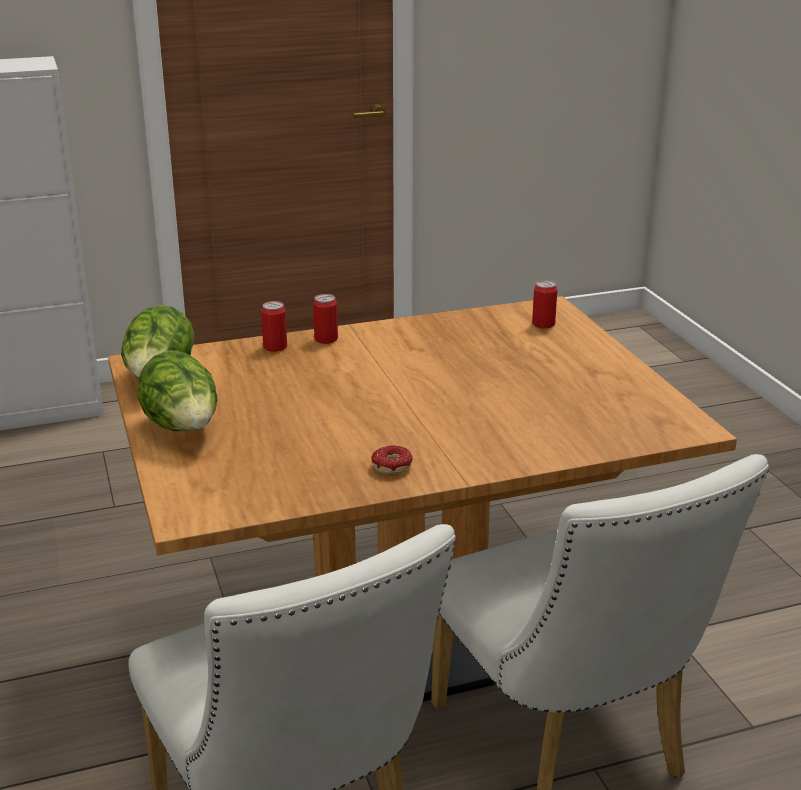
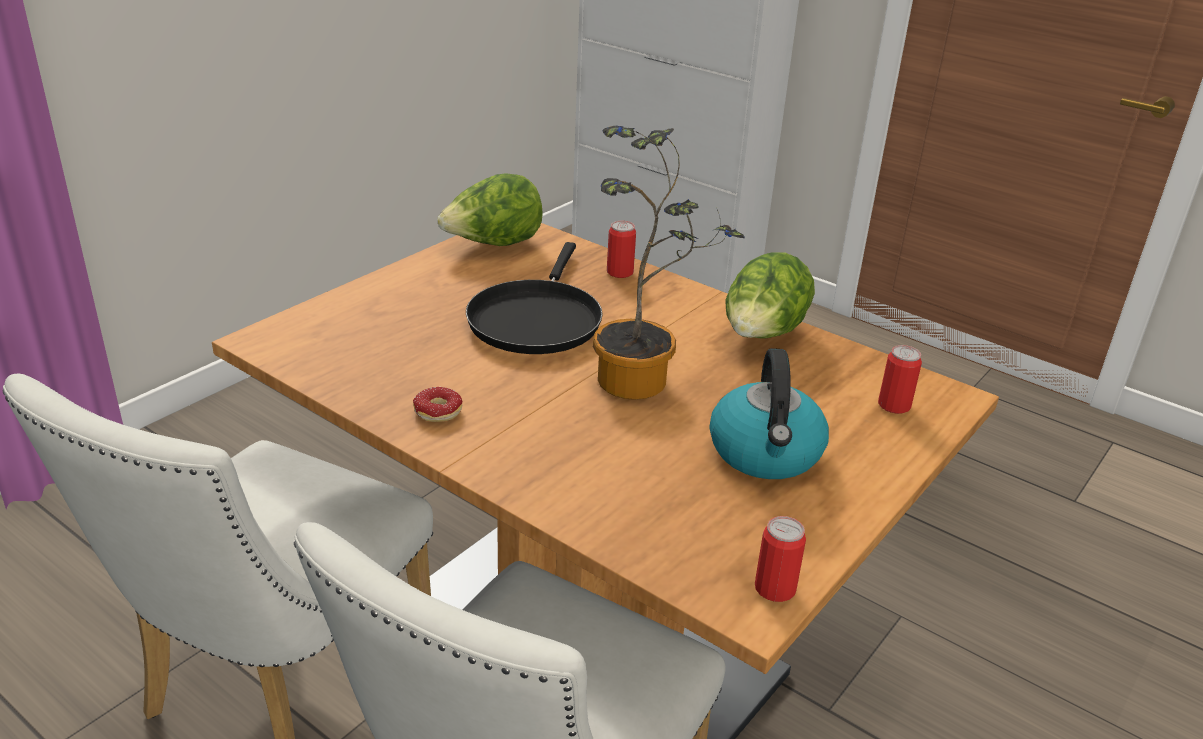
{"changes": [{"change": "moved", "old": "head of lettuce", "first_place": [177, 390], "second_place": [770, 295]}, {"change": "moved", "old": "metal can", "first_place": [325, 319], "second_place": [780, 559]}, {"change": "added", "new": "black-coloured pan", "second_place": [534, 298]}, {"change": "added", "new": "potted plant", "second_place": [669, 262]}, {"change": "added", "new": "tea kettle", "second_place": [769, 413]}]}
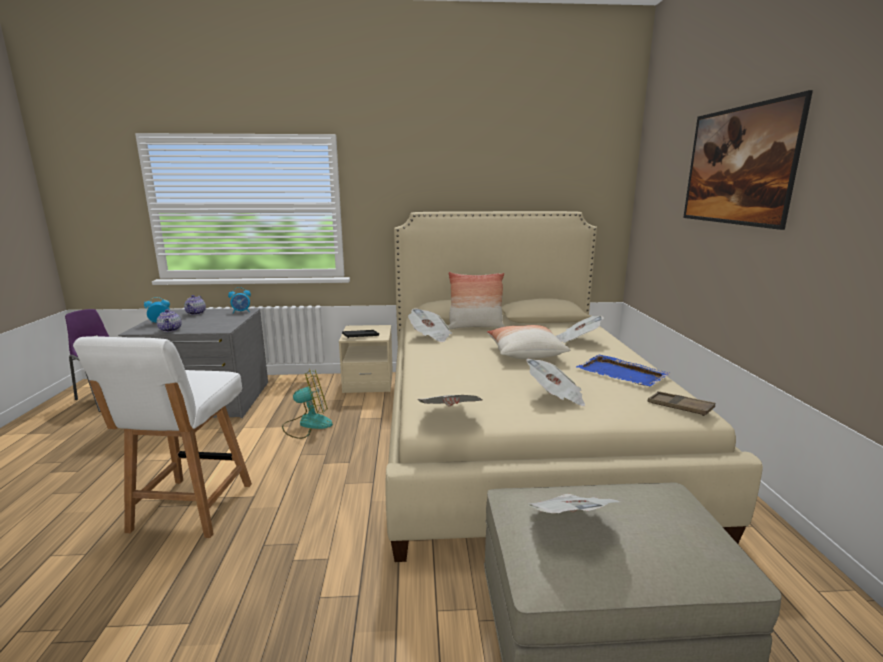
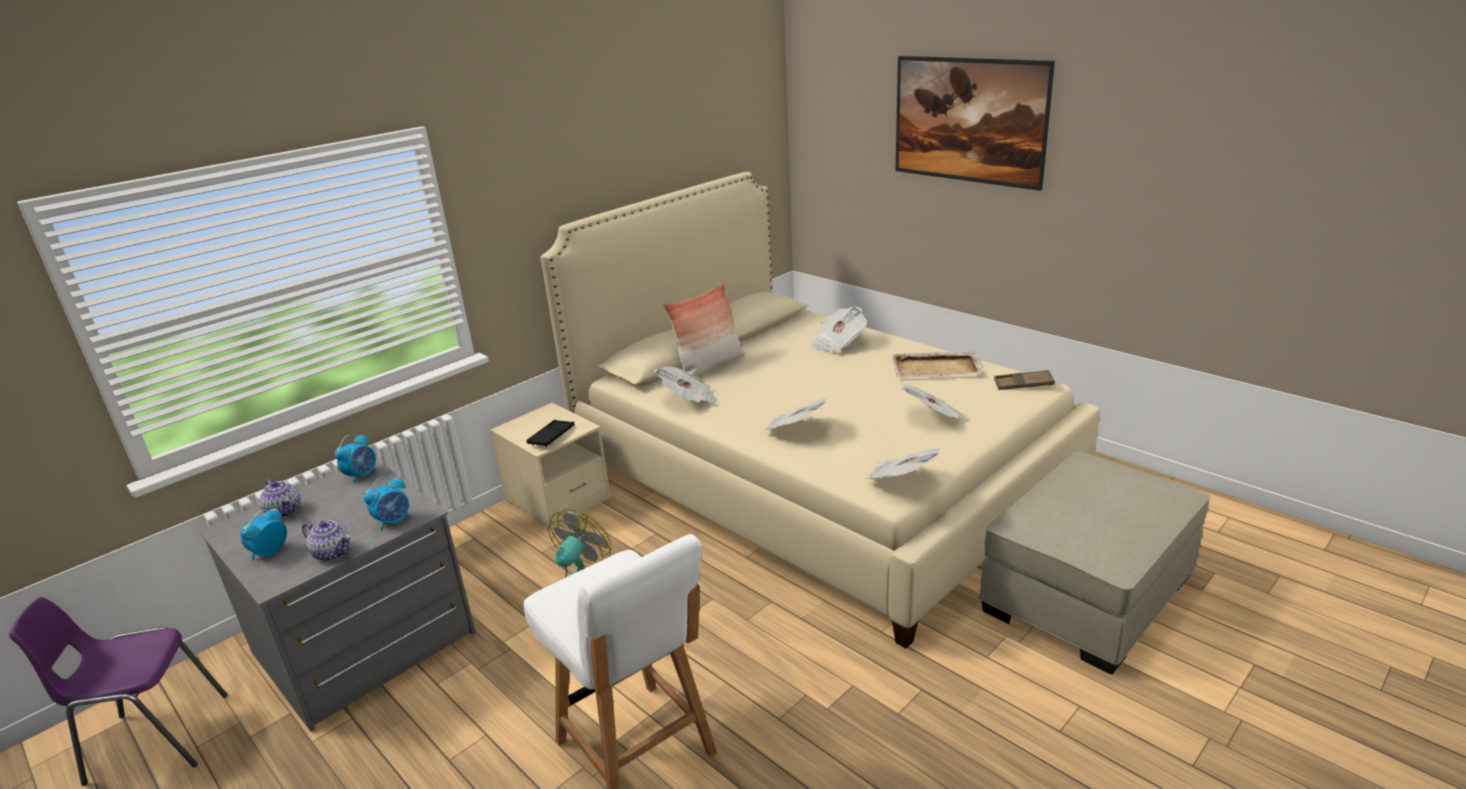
{"changes": [{"change": "removed", "old": "cushion", "first_place": [528, 342]}, {"change": "moved", "old": "newspaper", "first_place": [573, 503], "second_place": [795, 414]}, {"change": "recoloured", "old": "bluish carrying tray", "new": "beige carrying tray", "first_place": [623, 370], "second_place": [937, 365]}, {"change": "added", "new": "table clock", "second_place": [387, 504]}]}
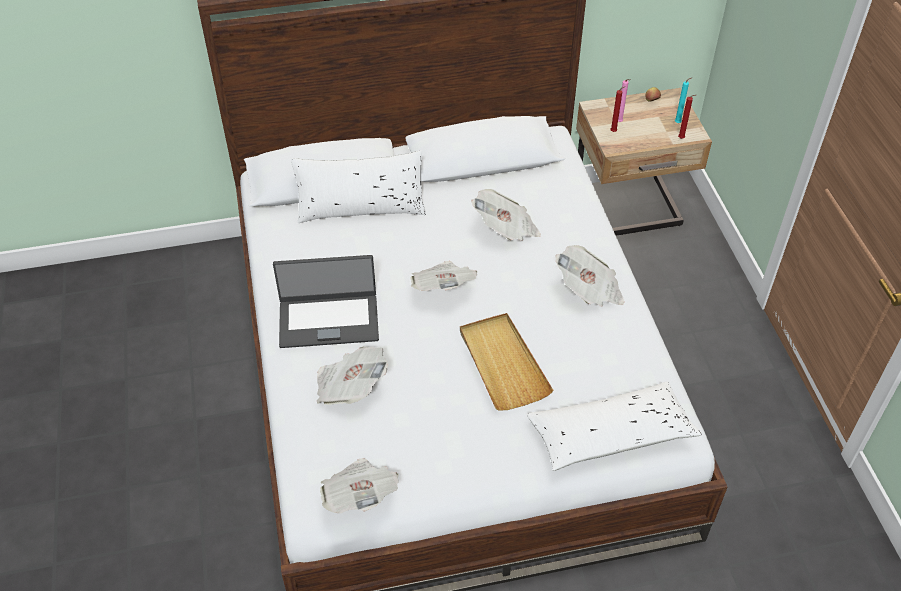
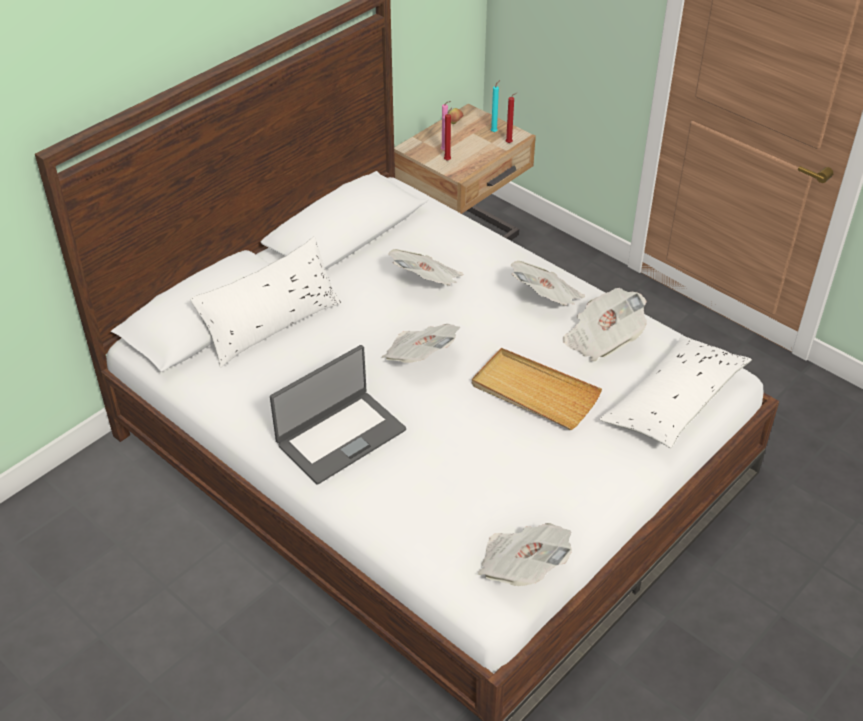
{"changes": [{"change": "moved", "old": "newspaper", "first_place": [352, 375], "second_place": [605, 324]}]}
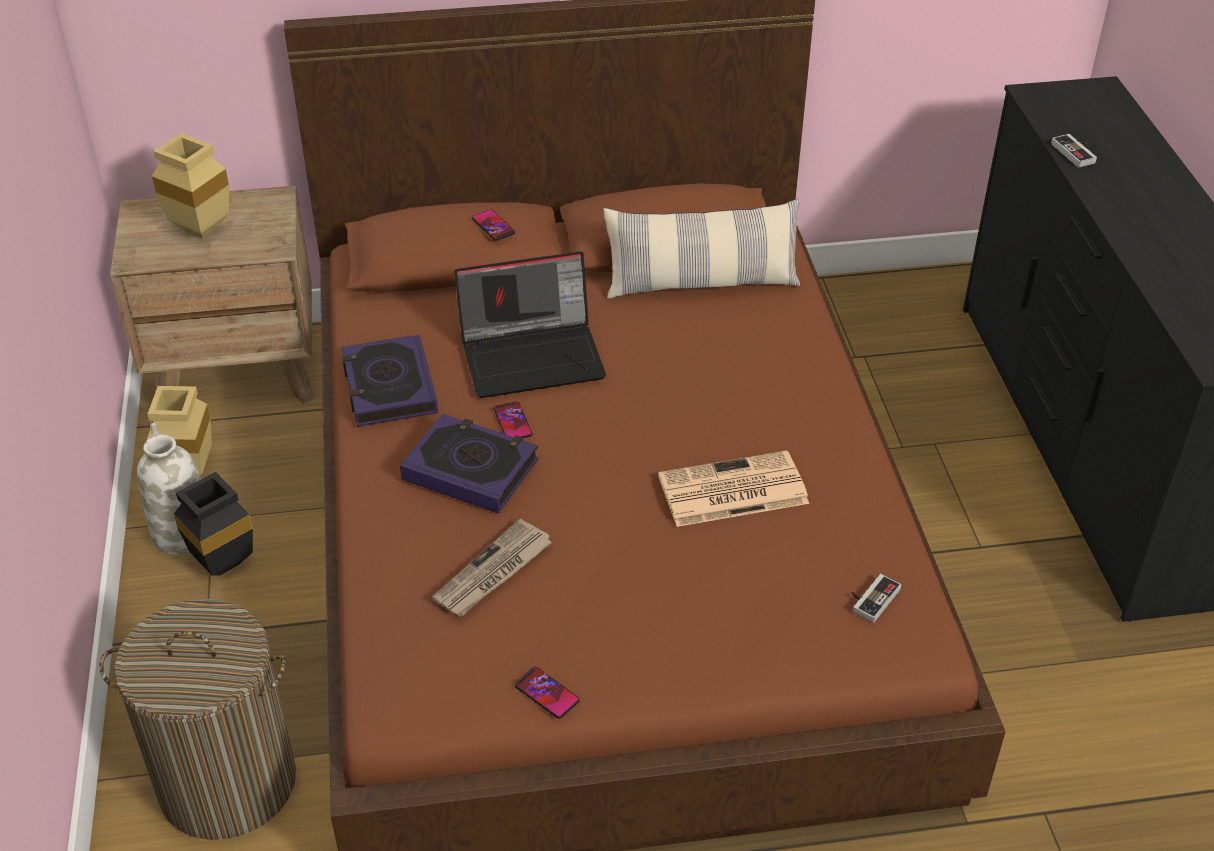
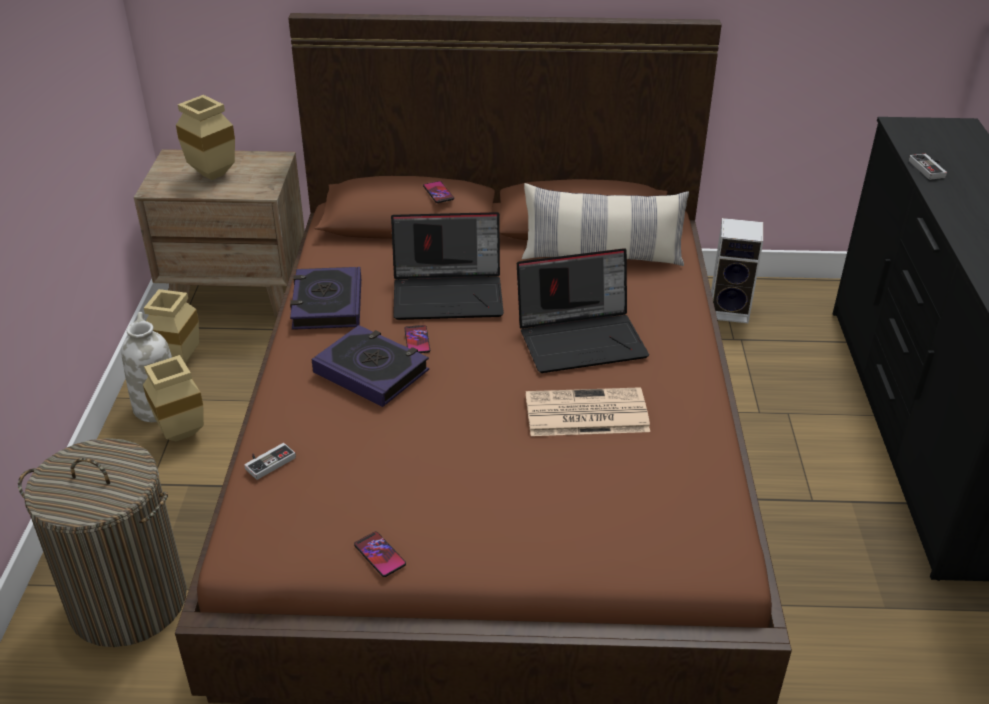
{"changes": [{"change": "recoloured", "old": "black-coloured flower vase", "new": "beige flower vase", "first_place": [213, 524], "second_place": [173, 398]}, {"change": "removed", "old": "newspaper", "first_place": [492, 567]}, {"change": "moved", "old": "gamepad", "first_place": [876, 598], "second_place": [270, 461]}, {"change": "added", "new": "notebook computer", "second_place": [583, 310]}, {"change": "added", "new": "loudspeaker", "second_place": [737, 270]}]}
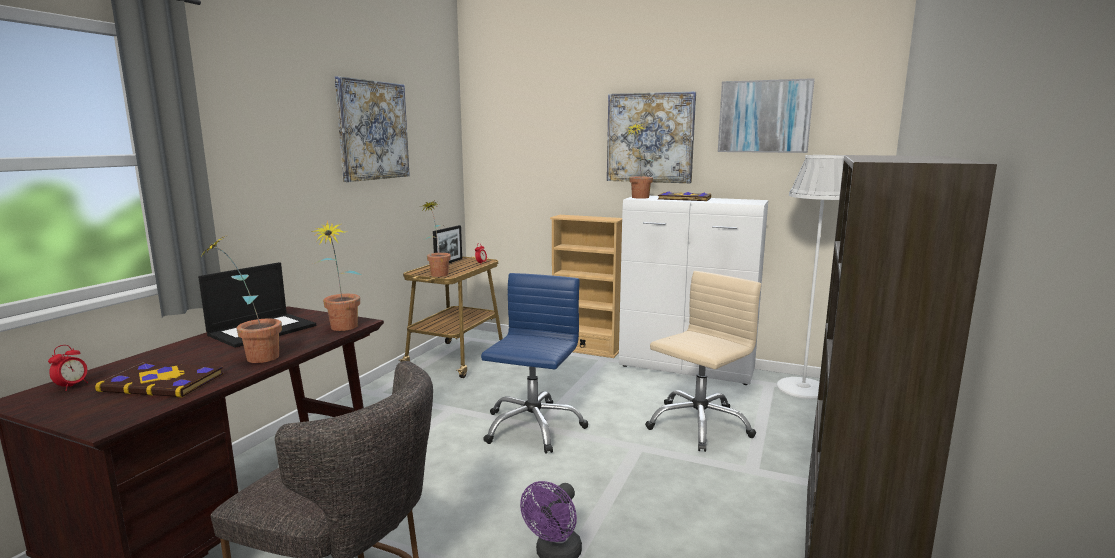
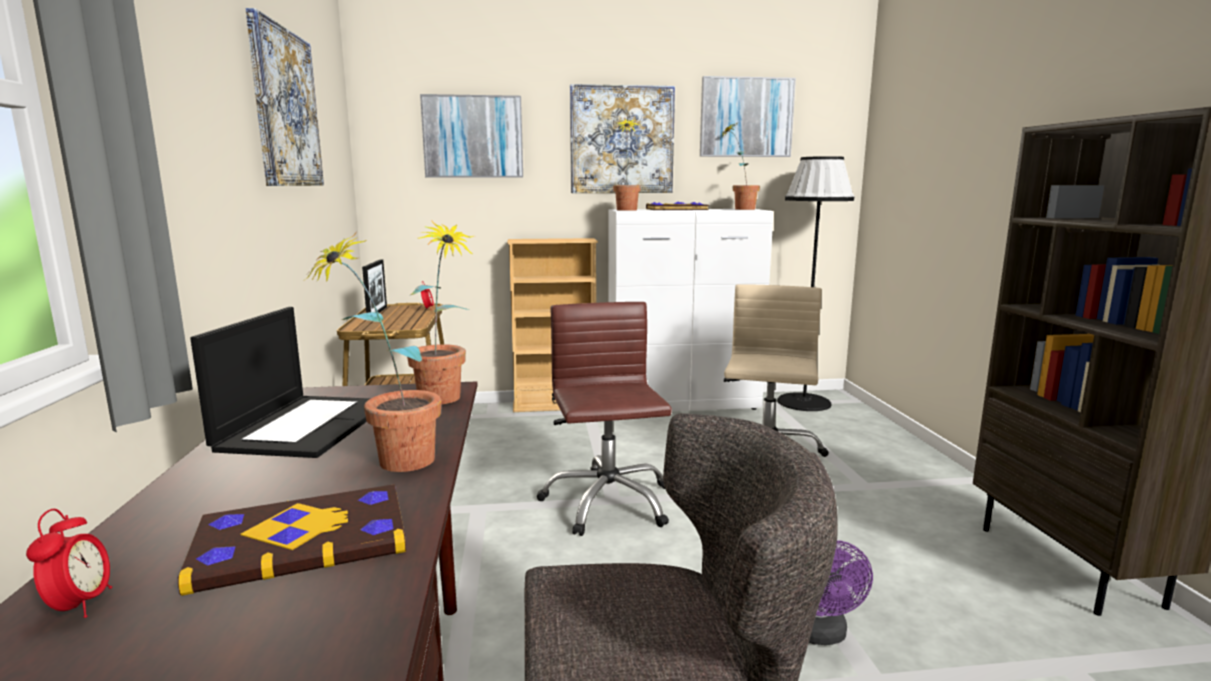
{"changes": [{"change": "moved", "old": "potted plant", "first_place": [435, 239], "second_place": [740, 165]}, {"change": "recoloured", "old": "bluish computer chair", "new": "brown-coloured computer chair", "first_place": [534, 363], "second_place": [604, 419]}, {"change": "recoloured", "old": "whitish floor lamp", "new": "black-coloured floor lamp", "first_place": [811, 277], "second_place": [815, 283]}, {"change": "added", "new": "wall picture", "second_place": [471, 136]}]}
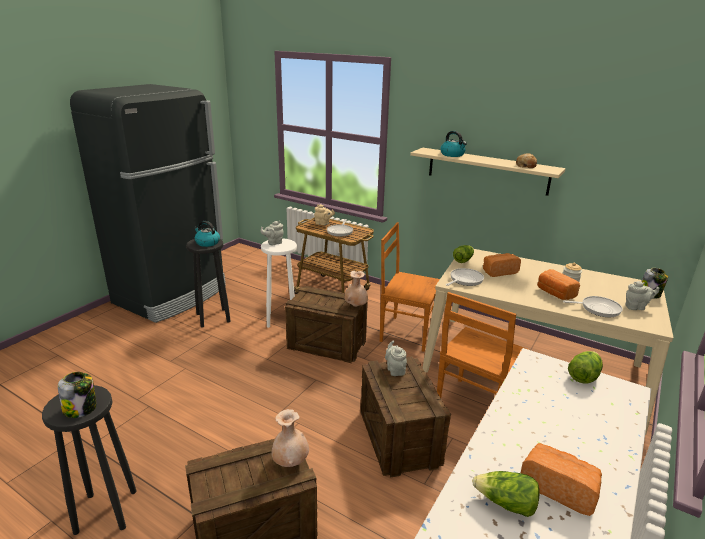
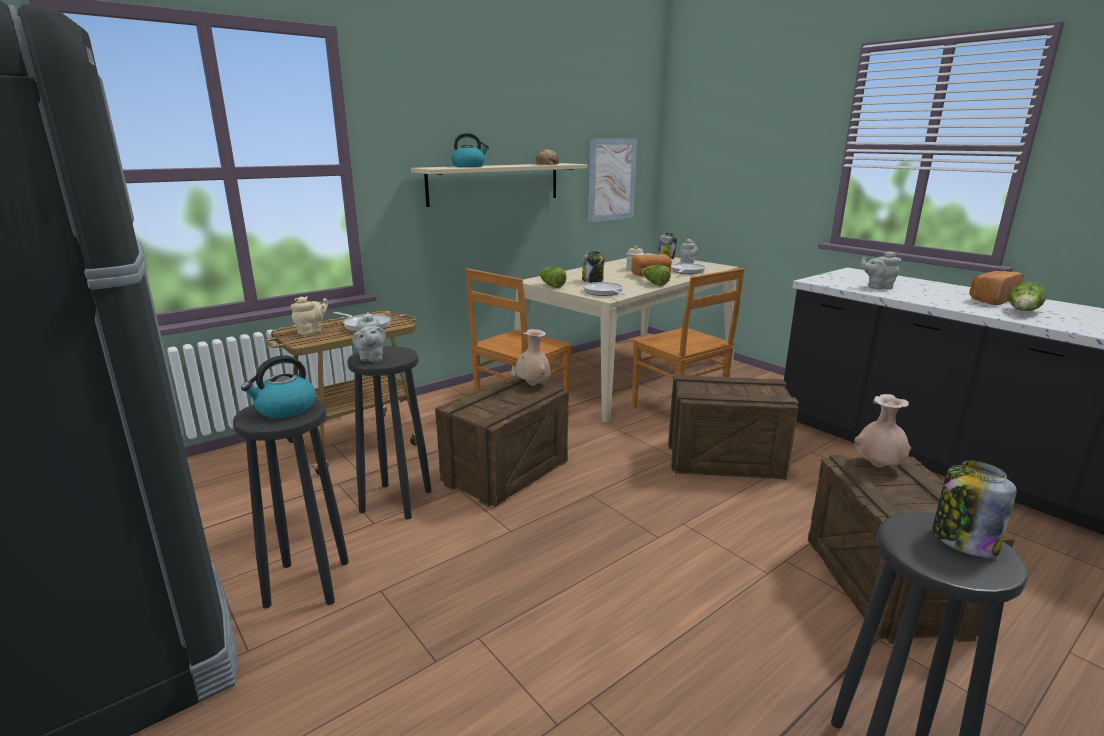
{"changes": [{"change": "recoloured", "old": "whitish stool seat", "new": "black-coloured stool seat", "first_place": [279, 283], "second_place": [389, 432]}, {"change": "moved", "old": "gray teapot", "first_place": [396, 358], "second_place": [880, 270]}, {"change": "replaced", "old": "baked bread", "new": "storage jar", "first_place": [502, 265], "second_place": [593, 267]}, {"change": "moved", "old": "head of lettuce", "first_place": [585, 367], "second_place": [656, 275]}, {"change": "added", "new": "wall picture", "second_place": [612, 180]}]}
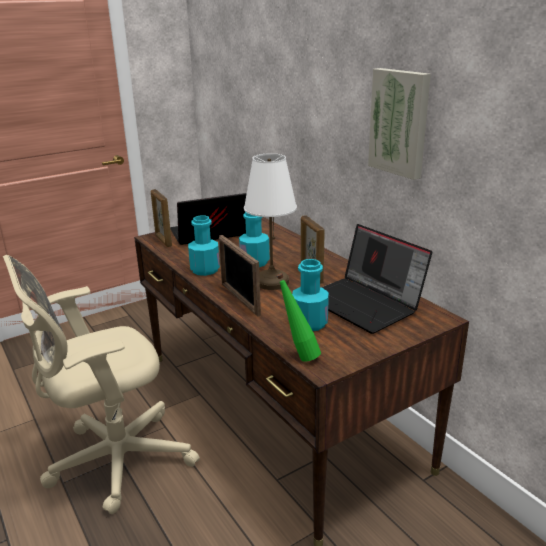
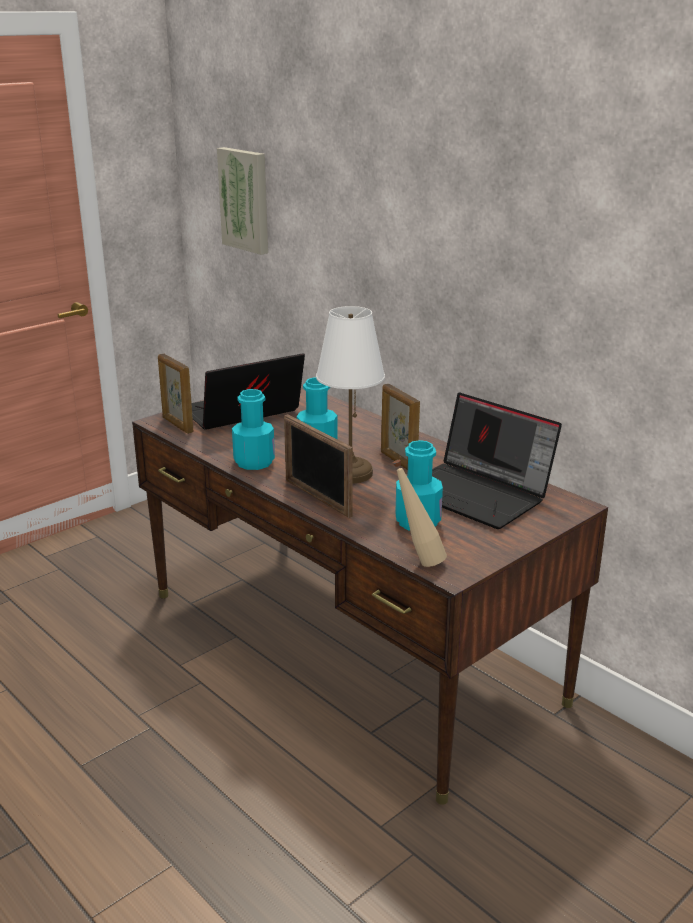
{"changes": [{"change": "removed", "old": "beige computer chair", "first_place": [101, 384]}, {"change": "recoloured", "old": "greenish drink bottle", "new": "beige drink bottle", "first_place": [298, 317], "second_place": [420, 513]}, {"change": "moved", "old": "wall picture", "first_place": [399, 124], "second_place": [242, 201]}]}
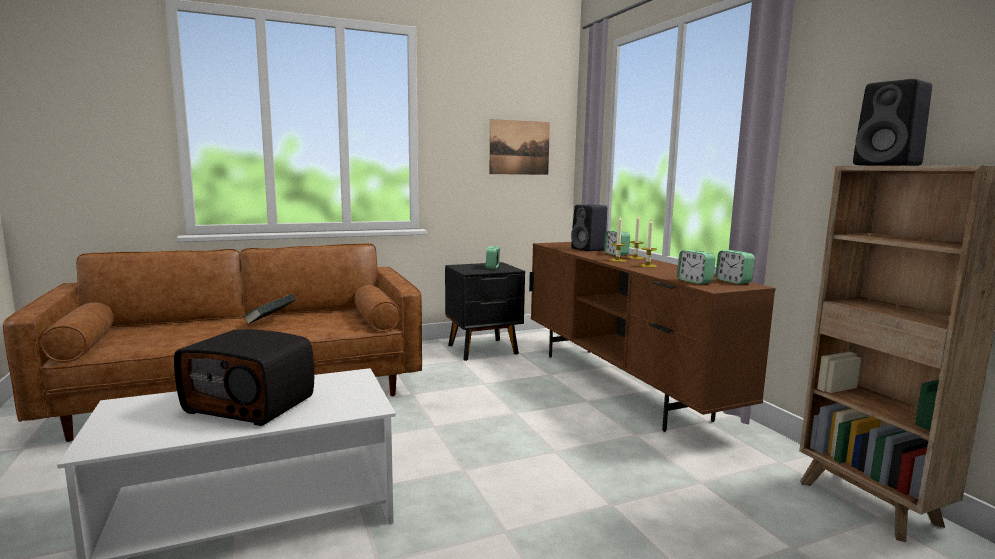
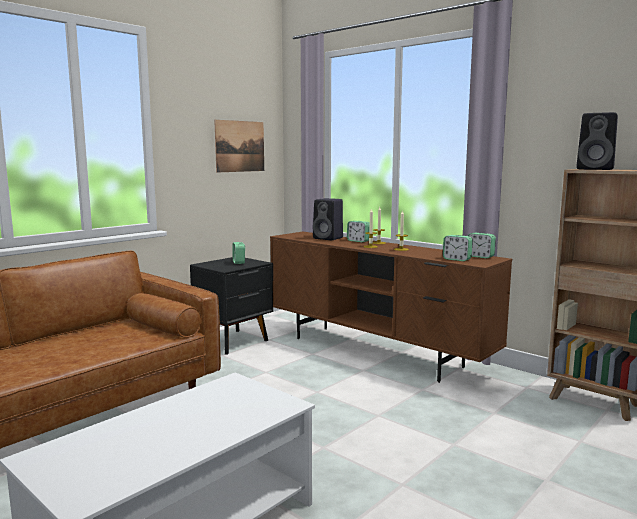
{"changes": [{"change": "removed", "old": "radio receiver", "first_place": [244, 377]}, {"change": "removed", "old": "bound book", "first_place": [269, 309]}]}
